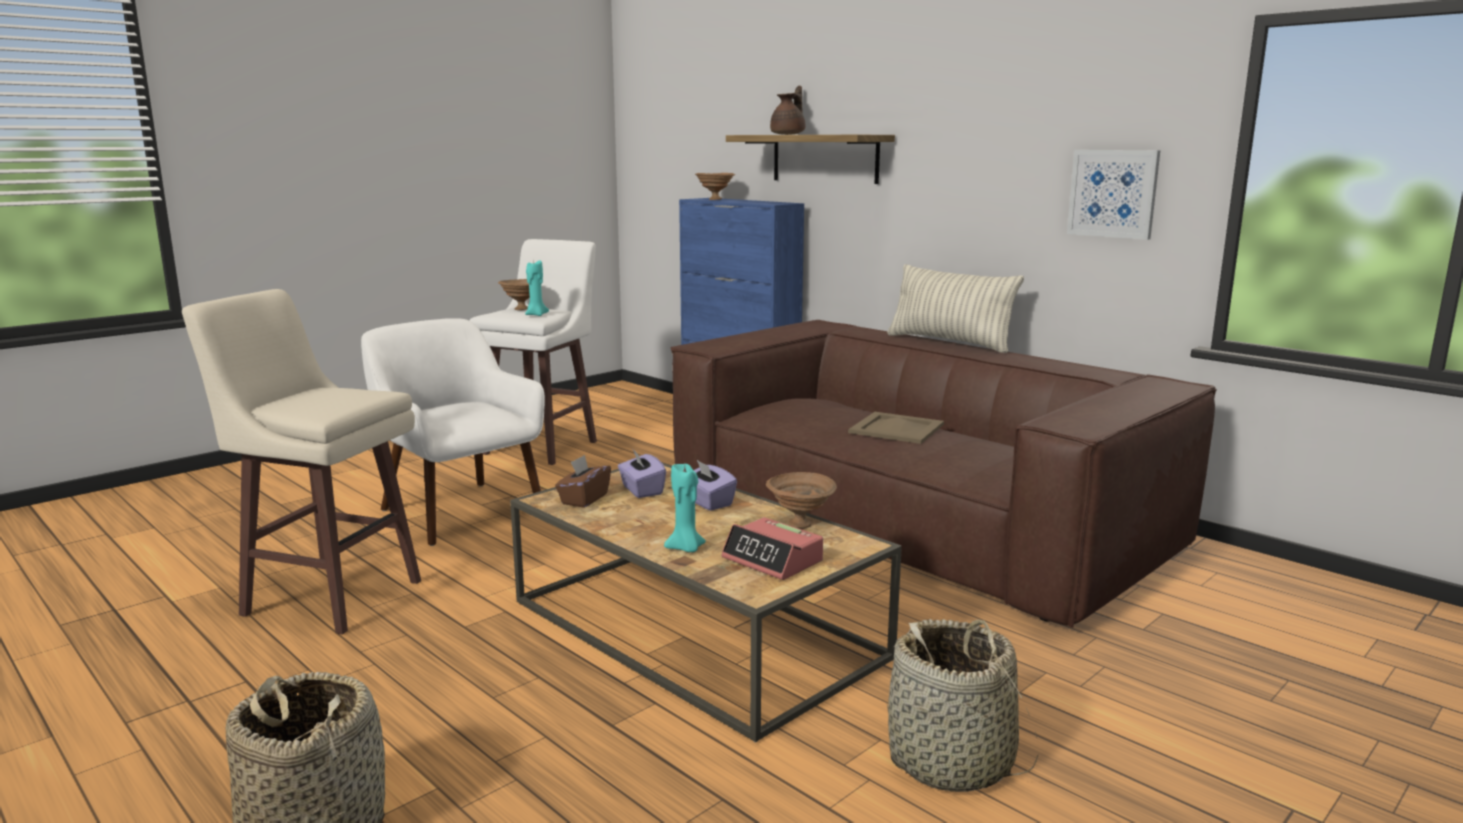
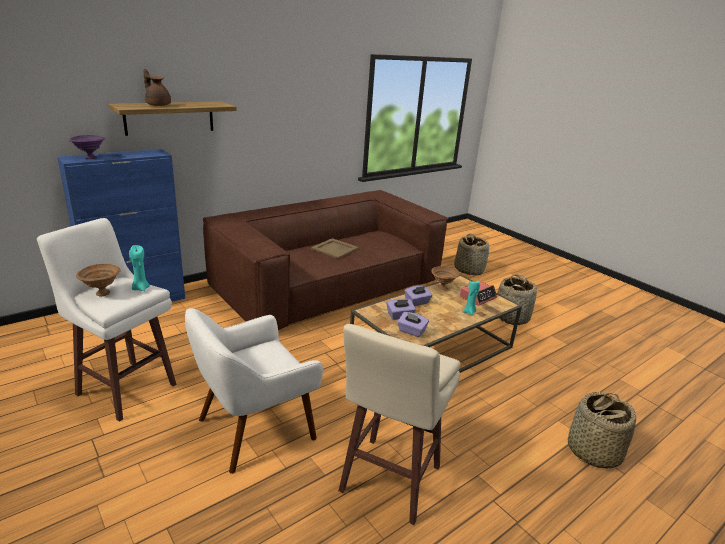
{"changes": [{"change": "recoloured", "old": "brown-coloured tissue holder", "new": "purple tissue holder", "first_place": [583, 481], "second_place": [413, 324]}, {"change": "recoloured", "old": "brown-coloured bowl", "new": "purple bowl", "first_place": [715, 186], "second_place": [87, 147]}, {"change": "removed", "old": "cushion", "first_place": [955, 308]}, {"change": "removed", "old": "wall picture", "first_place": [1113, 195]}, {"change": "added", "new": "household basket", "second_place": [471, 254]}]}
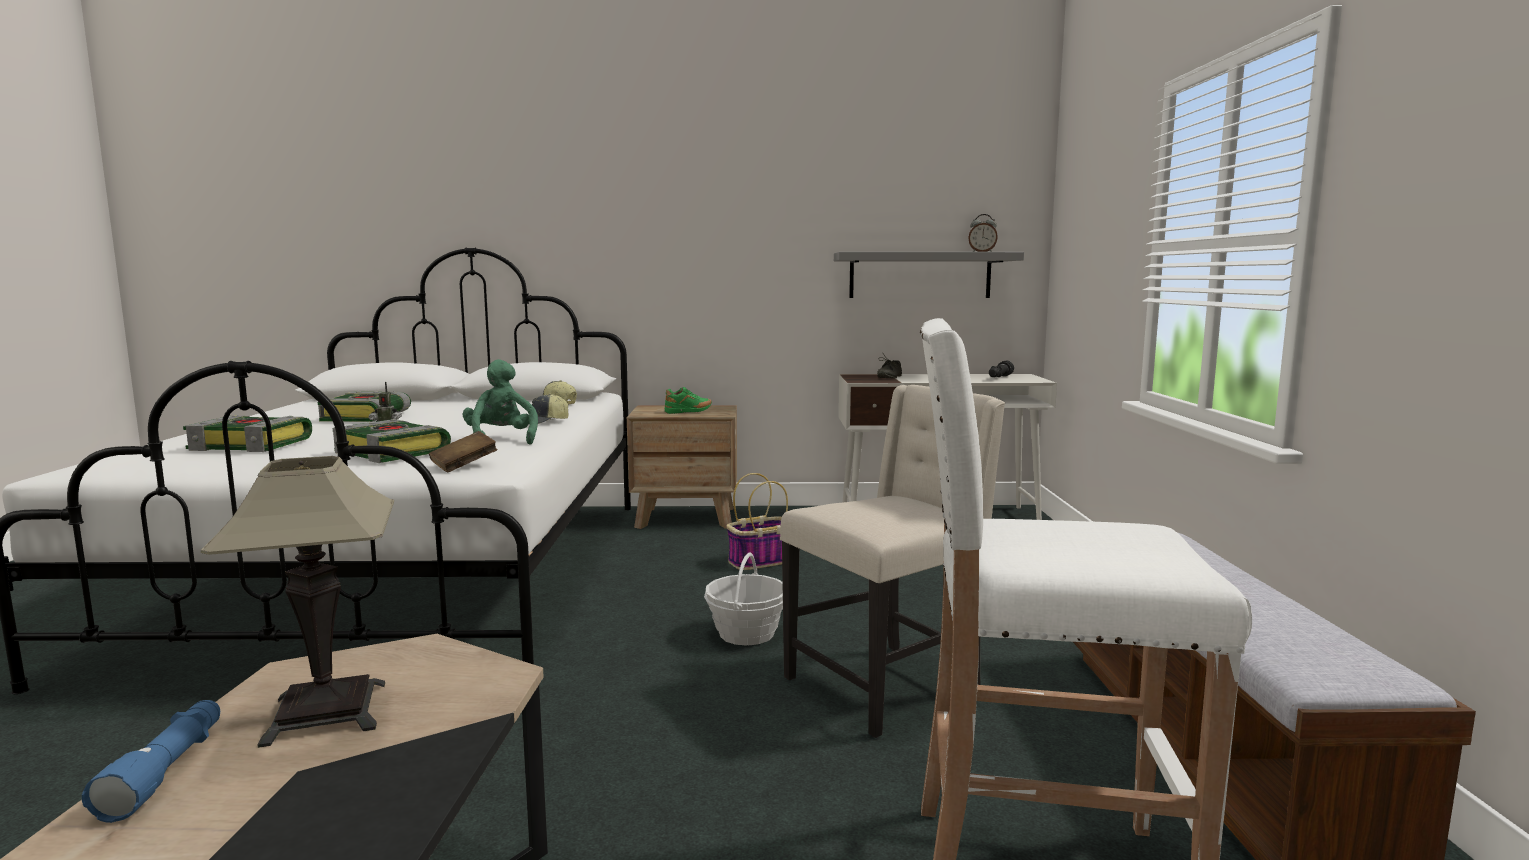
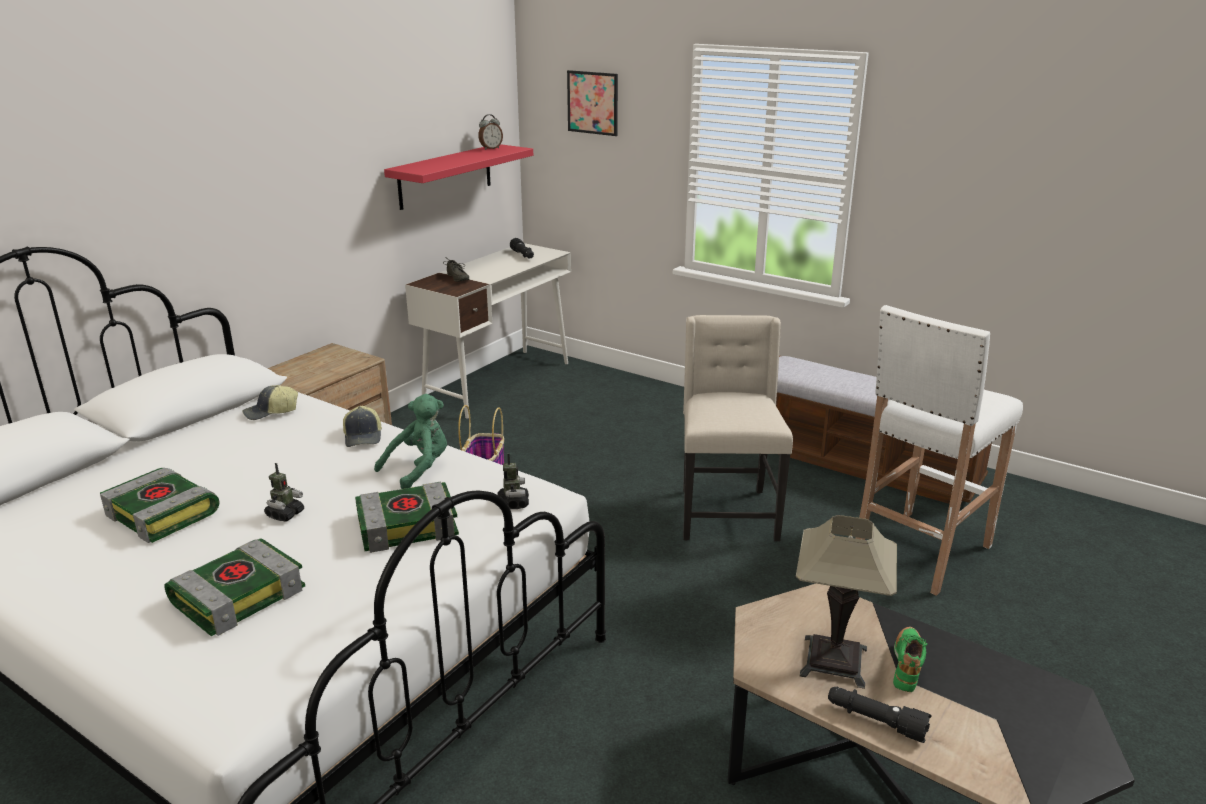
{"changes": [{"change": "recoloured", "old": "bluish hand torch", "new": "black-coloured hand torch", "first_place": [151, 761], "second_place": [880, 715]}, {"change": "replaced", "old": "brown-coloured bound book", "new": "toy robot", "first_place": [463, 451], "second_place": [513, 481]}, {"change": "turned", "old": "greenish cuddly toy", "first_place": [500, 402], "second_place": [410, 441], "degrees": 120}, {"change": "moved", "old": "greenish shoe", "first_place": [688, 400], "second_place": [910, 659]}, {"change": "removed", "old": "household basket", "first_place": [743, 599]}, {"change": "recoloured", "old": "gray bracket shelf", "new": "reddish bracket shelf", "first_place": [929, 275], "second_place": [458, 177]}, {"change": "added", "new": "wall picture", "second_place": [592, 103]}]}
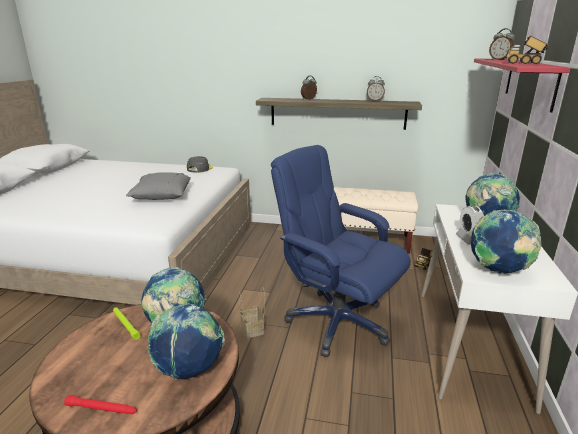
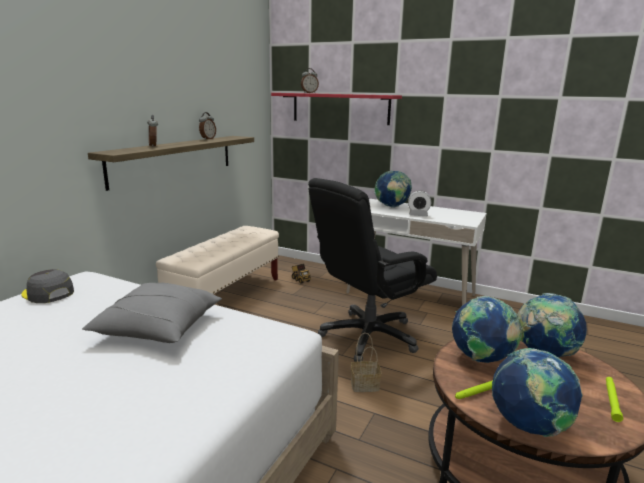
{"changes": [{"change": "recoloured", "old": "reddish hand torch", "new": "greenish hand torch", "first_place": [100, 404], "second_place": [614, 399]}, {"change": "recoloured", "old": "bluish computer chair", "new": "black-coloured computer chair", "first_place": [341, 251], "second_place": [372, 270]}, {"change": "moved", "old": "globe", "first_place": [506, 242], "second_place": [537, 392]}, {"change": "removed", "old": "toy lorry", "first_place": [527, 50]}]}
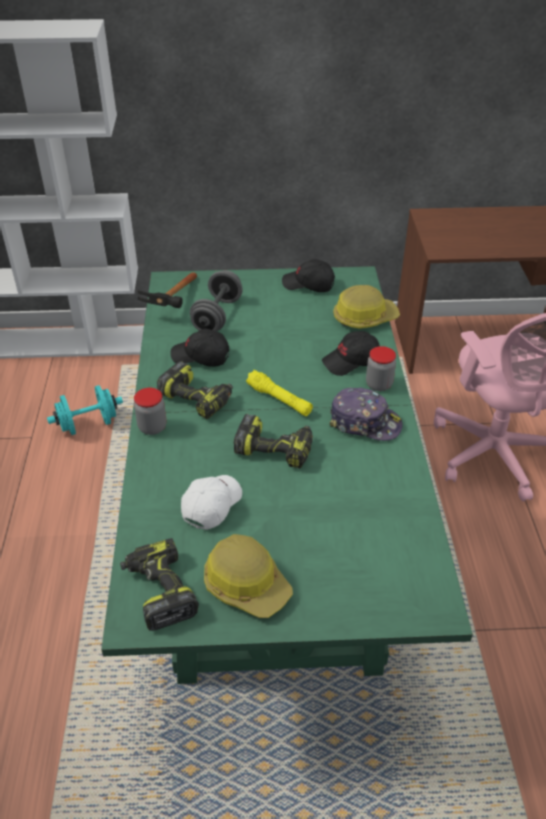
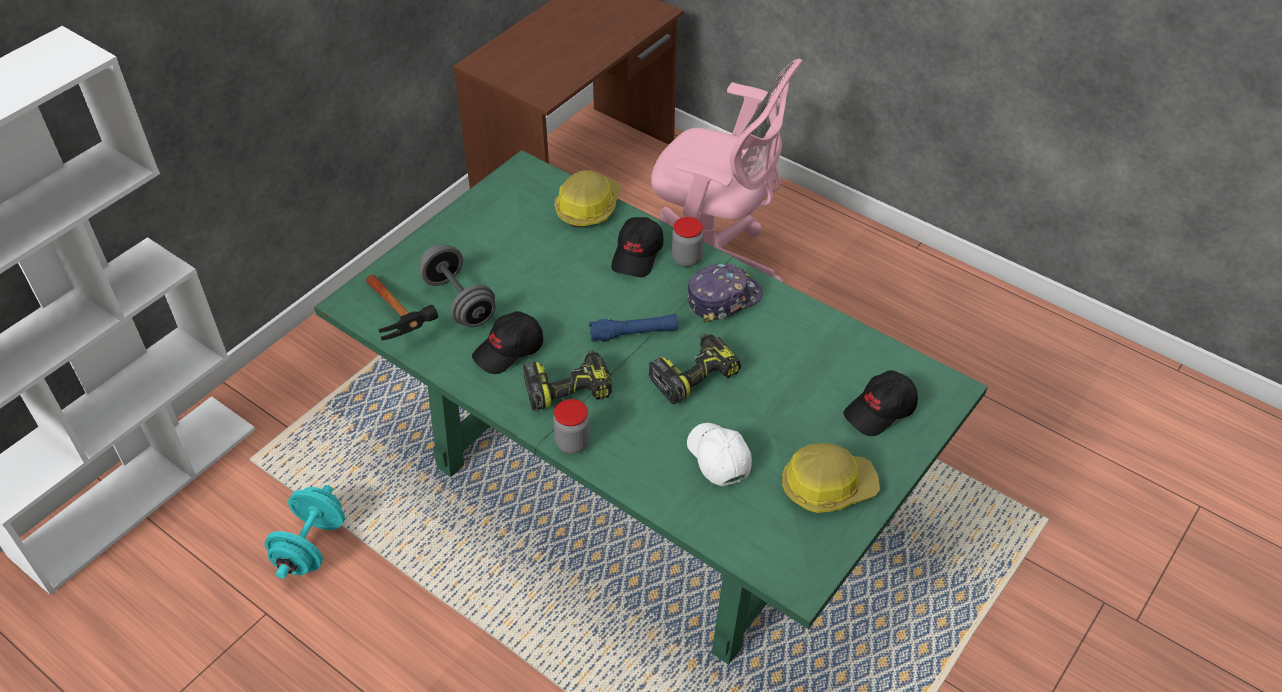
{"changes": [{"change": "removed", "old": "power drill", "first_place": [159, 584]}, {"change": "recoloured", "old": "yellow-coloured hand torch", "new": "bluish hand torch", "first_place": [279, 393], "second_place": [634, 327]}, {"change": "moved", "old": "black-coloured peaked cap", "first_place": [308, 275], "second_place": [880, 403]}]}
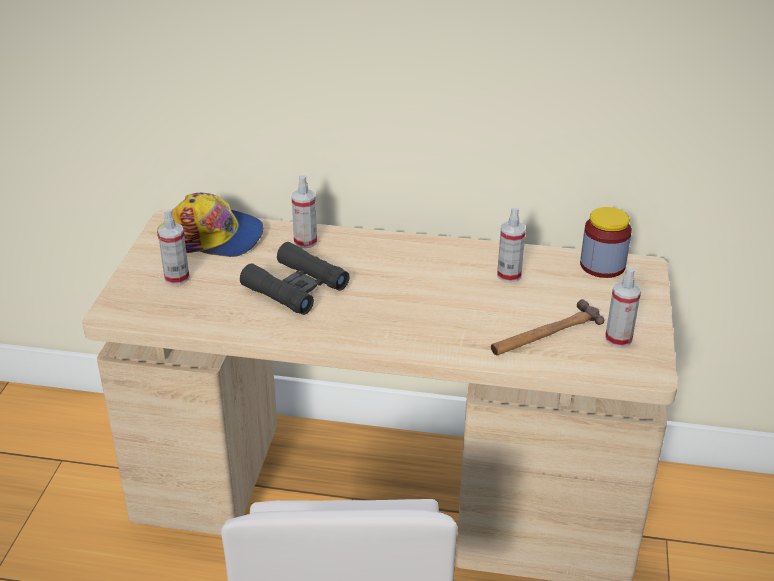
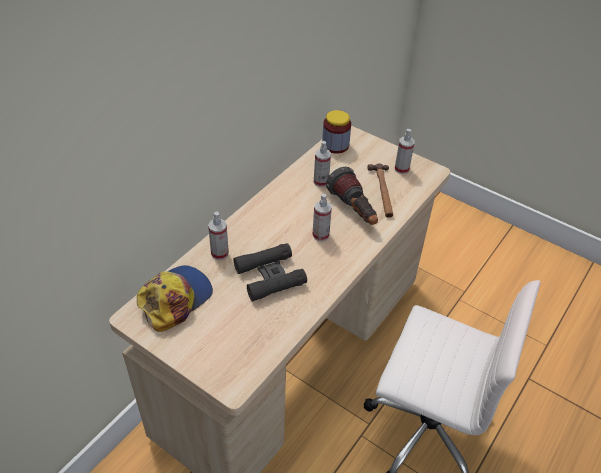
{"changes": [{"change": "moved", "old": "hand sprayer", "first_place": [174, 247], "second_place": [322, 217]}, {"change": "added", "new": "hand torch", "second_place": [352, 196]}]}
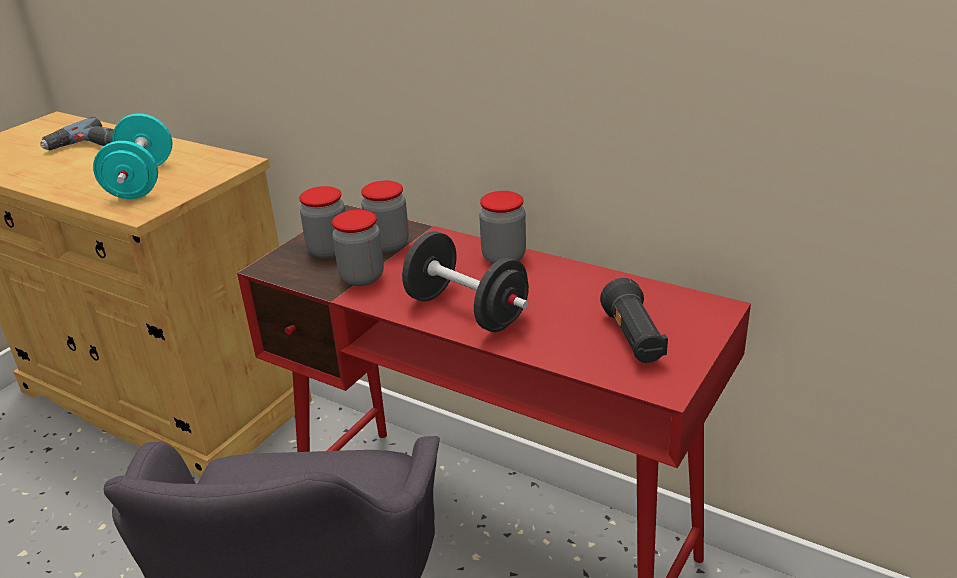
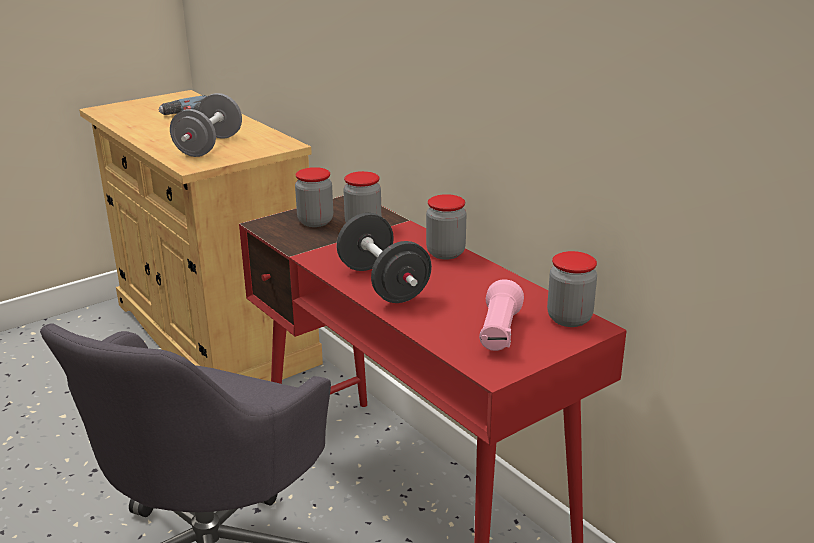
{"changes": [{"change": "recoloured", "old": "turquoise dumbbell", "new": "gray dumbbell", "first_place": [132, 156], "second_place": [206, 125]}, {"change": "moved", "old": "storage jar", "first_place": [358, 248], "second_place": [572, 289]}, {"change": "recoloured", "old": "black-coloured hand torch", "new": "pink hand torch", "first_place": [634, 320], "second_place": [501, 315]}]}
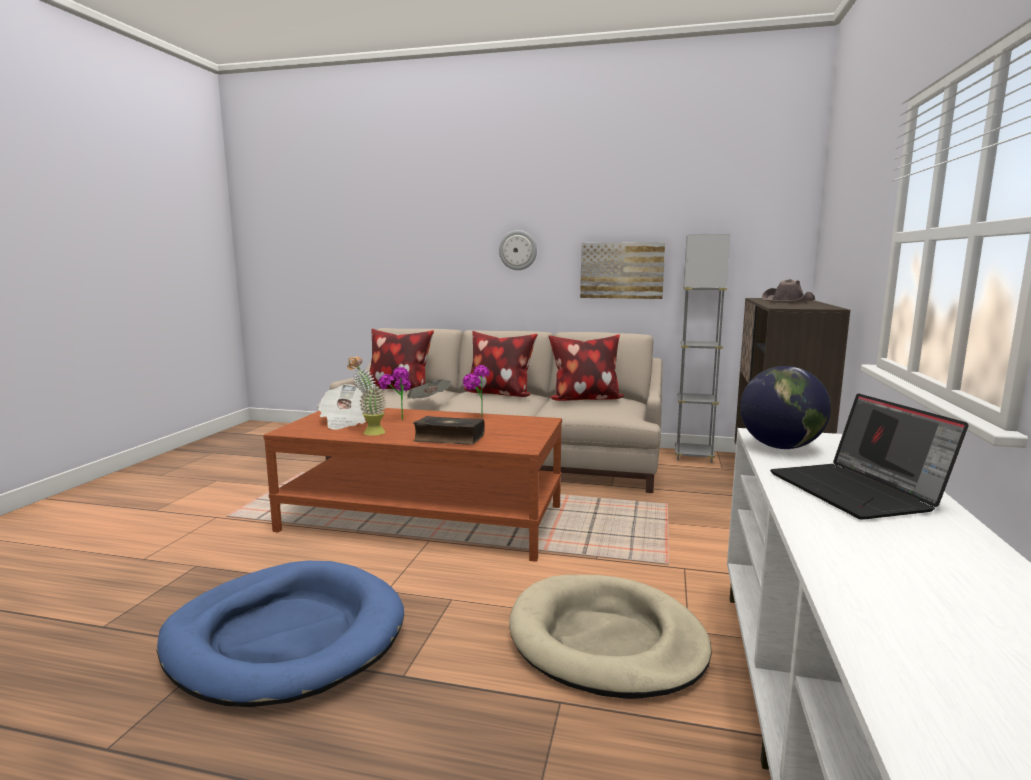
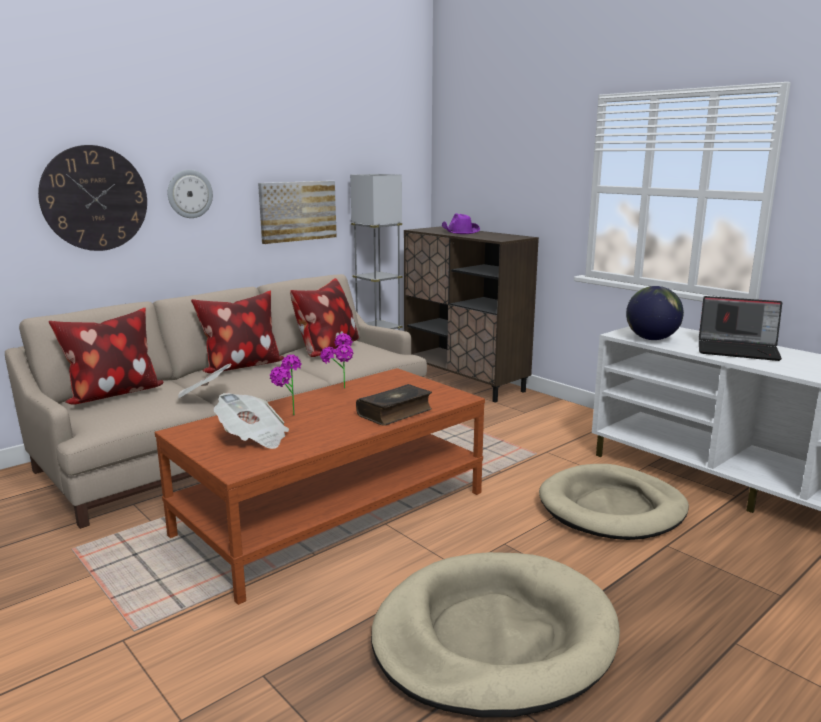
{"changes": [{"change": "recoloured", "old": "bluish dog bed", "new": "beige dog bed", "first_place": [280, 634], "second_place": [495, 635]}, {"change": "removed", "old": "potted plant", "first_place": [366, 396]}, {"change": "recoloured", "old": "brown-coloured wearable hat", "new": "purple wearable hat", "first_place": [788, 291], "second_place": [461, 223]}, {"change": "added", "new": "hanging clock", "second_place": [92, 198]}]}
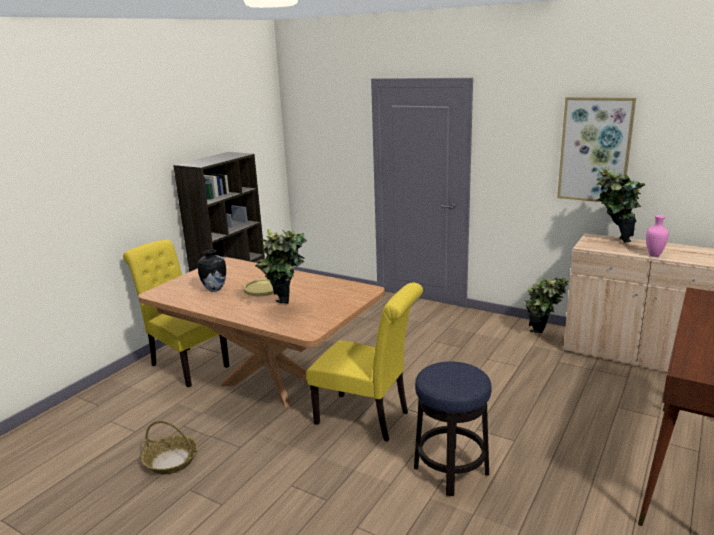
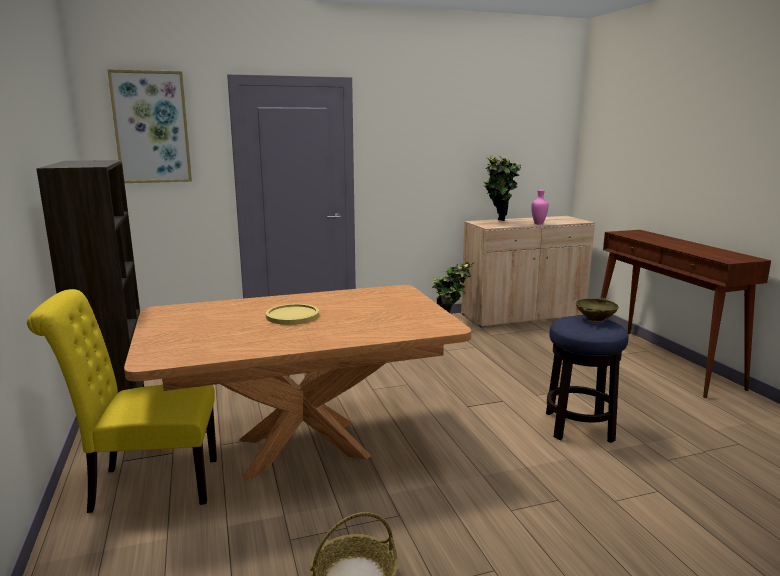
{"changes": [{"change": "removed", "old": "flower vase", "first_place": [212, 270]}, {"change": "removed", "old": "potted plant", "first_place": [281, 266]}, {"change": "removed", "old": "yellow-coloured plain chair", "first_place": [364, 362]}, {"change": "moved", "old": "wall picture", "first_place": [596, 149], "second_place": [149, 126]}, {"change": "added", "new": "beige bowl", "second_place": [597, 310]}]}
